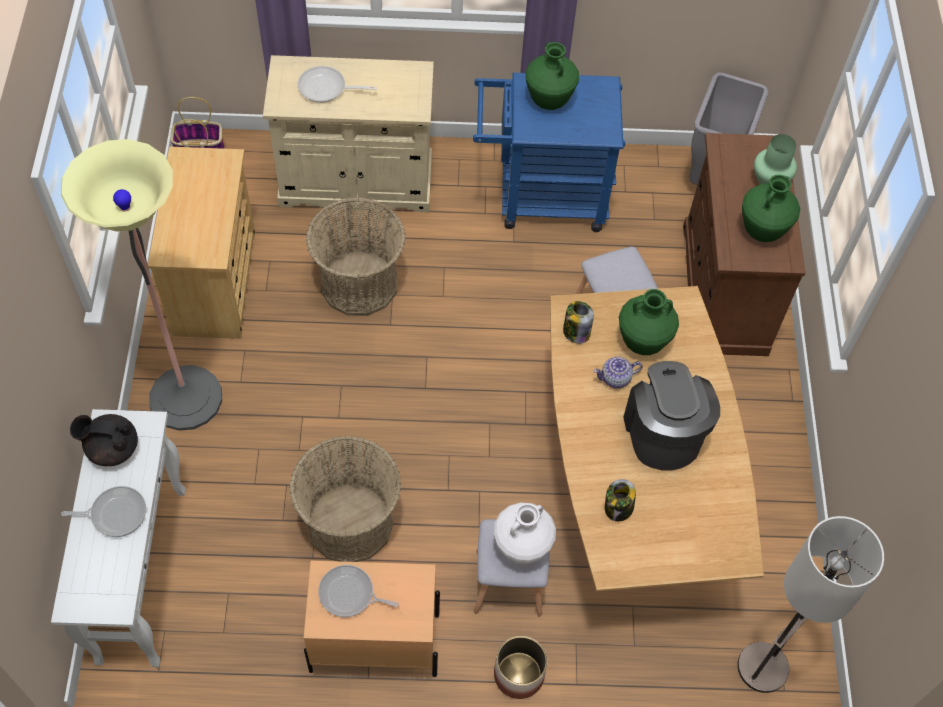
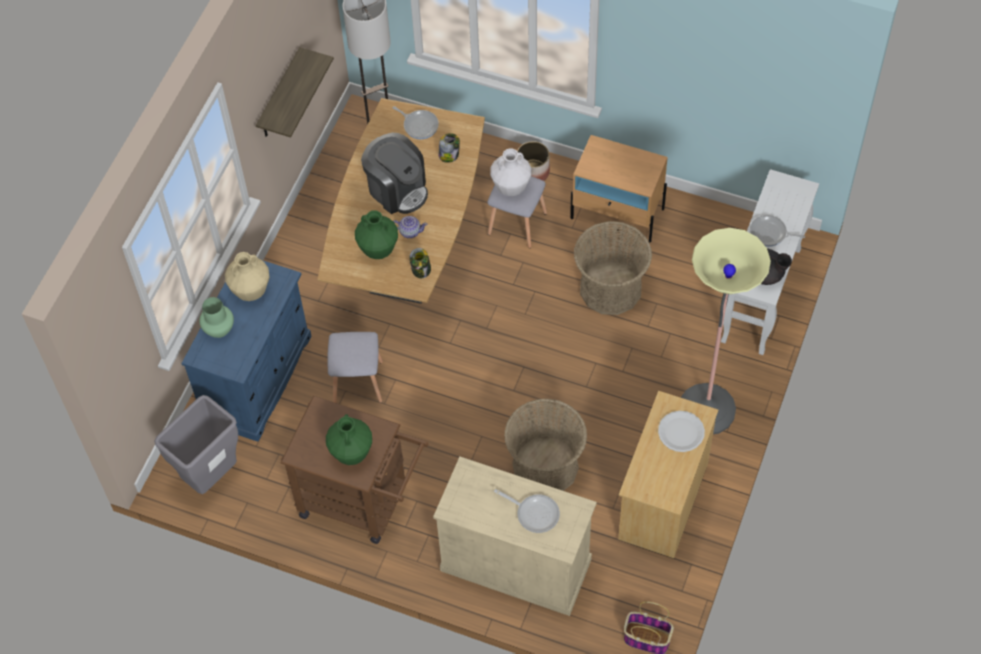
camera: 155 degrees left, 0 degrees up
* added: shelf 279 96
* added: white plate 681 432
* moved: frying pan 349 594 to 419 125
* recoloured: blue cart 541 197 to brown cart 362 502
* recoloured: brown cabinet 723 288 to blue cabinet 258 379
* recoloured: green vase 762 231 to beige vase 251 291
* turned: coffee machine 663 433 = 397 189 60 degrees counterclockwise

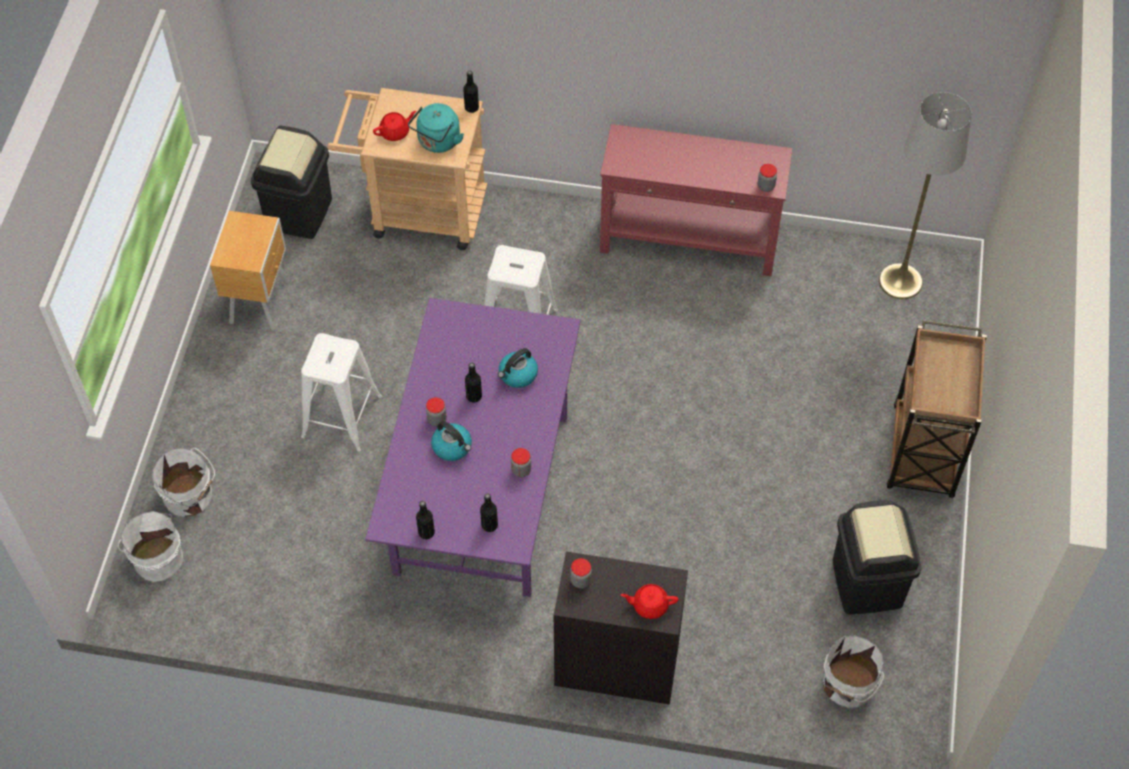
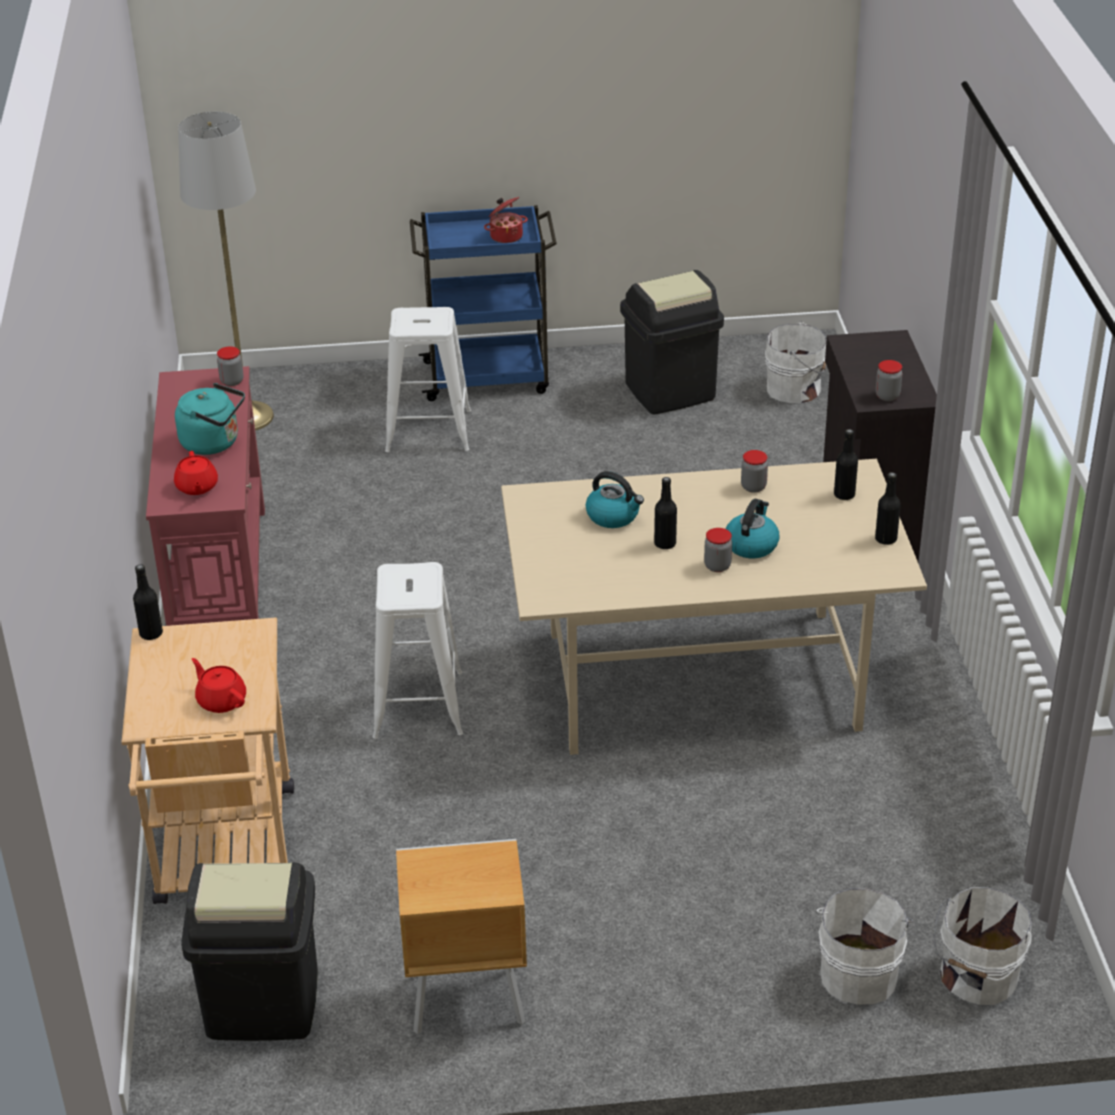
camera: 105 degrees left, 20 degrees down
* added: cooking pot 506 236
* moved: white stool 341 416 to 429 431
* moved: turquoise kettle 437 142 to 214 443
* moved: red teapot 649 605 to 196 487
* recoloured: purple dining table 481 492 to beige dining table 700 681
* recoloured: brown cart 922 454 to blue cart 488 377

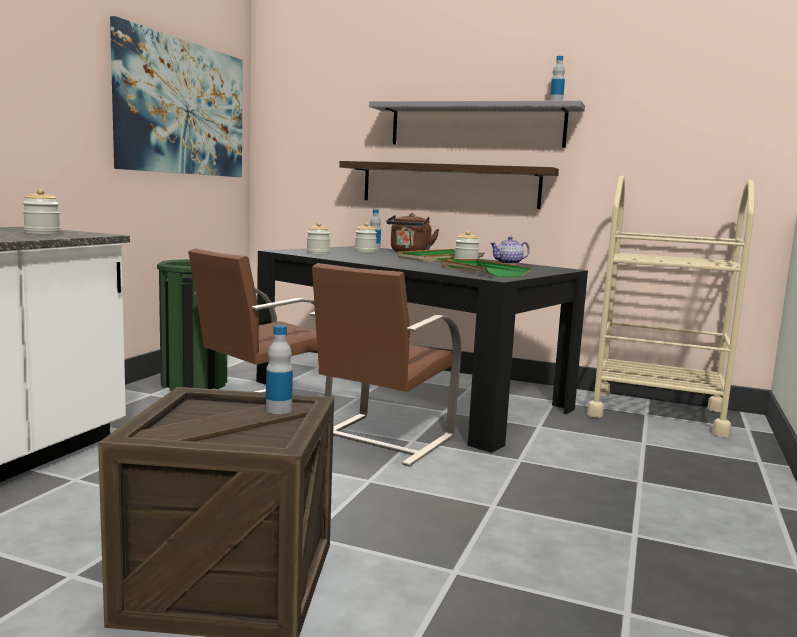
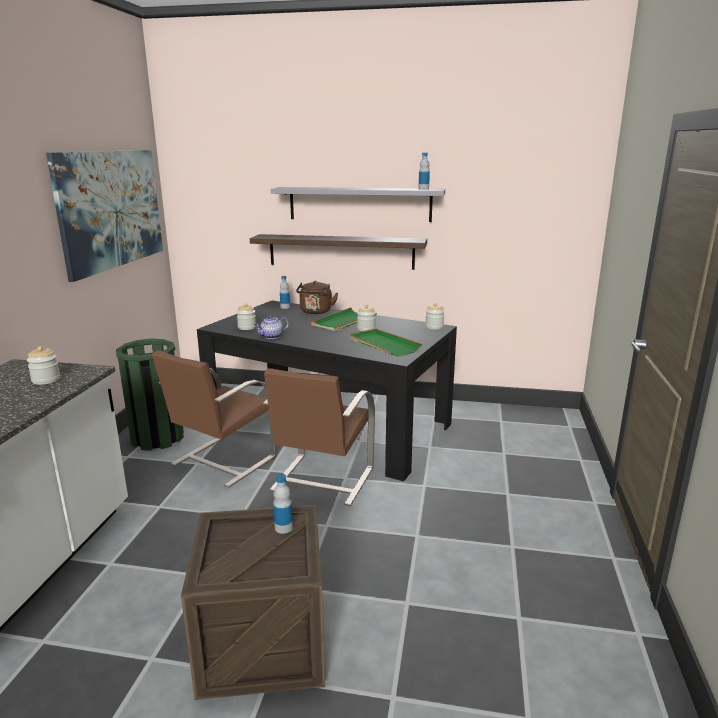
camera: 10 degrees left, 10 degrees up
* removed: beige cart 656 413
* moved: jar 365 252 to 434 327
* moved: teapot 508 263 to 272 336

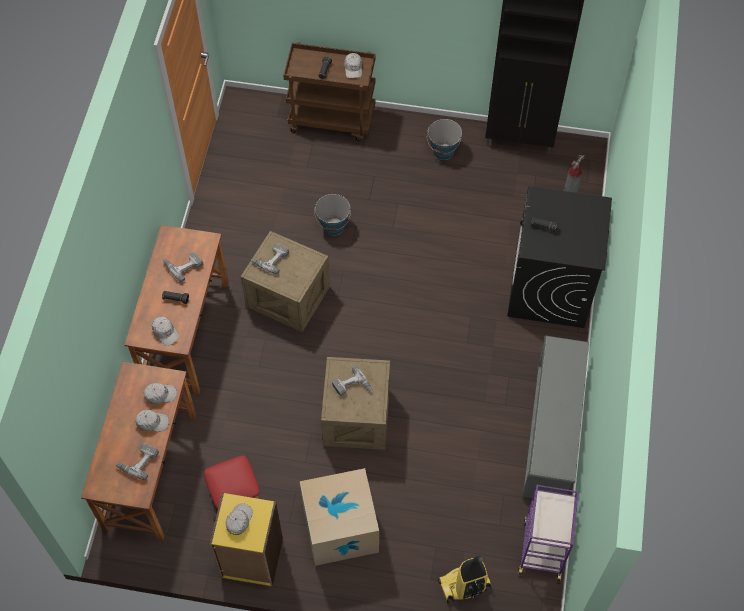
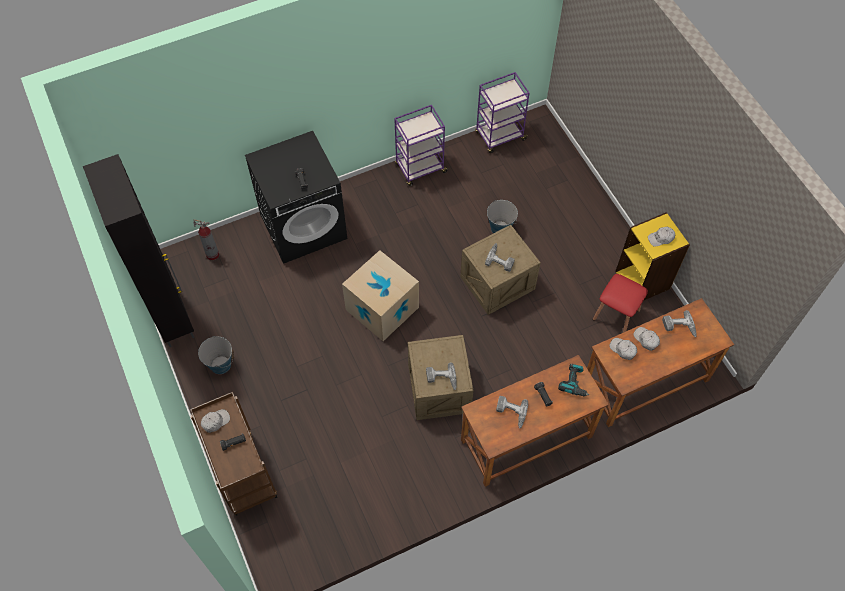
camera: 125 degrees left, 0 degrees up
* removed: vacuum cleaner 464 585
* moved: cardboard box 340 528 to 382 308
* moved: bucket 333 226 to 500 228
* replaced: white cap 165 332 to power drill 575 383
* replaced: grey shoe rack 551 436 to purple cart 420 169

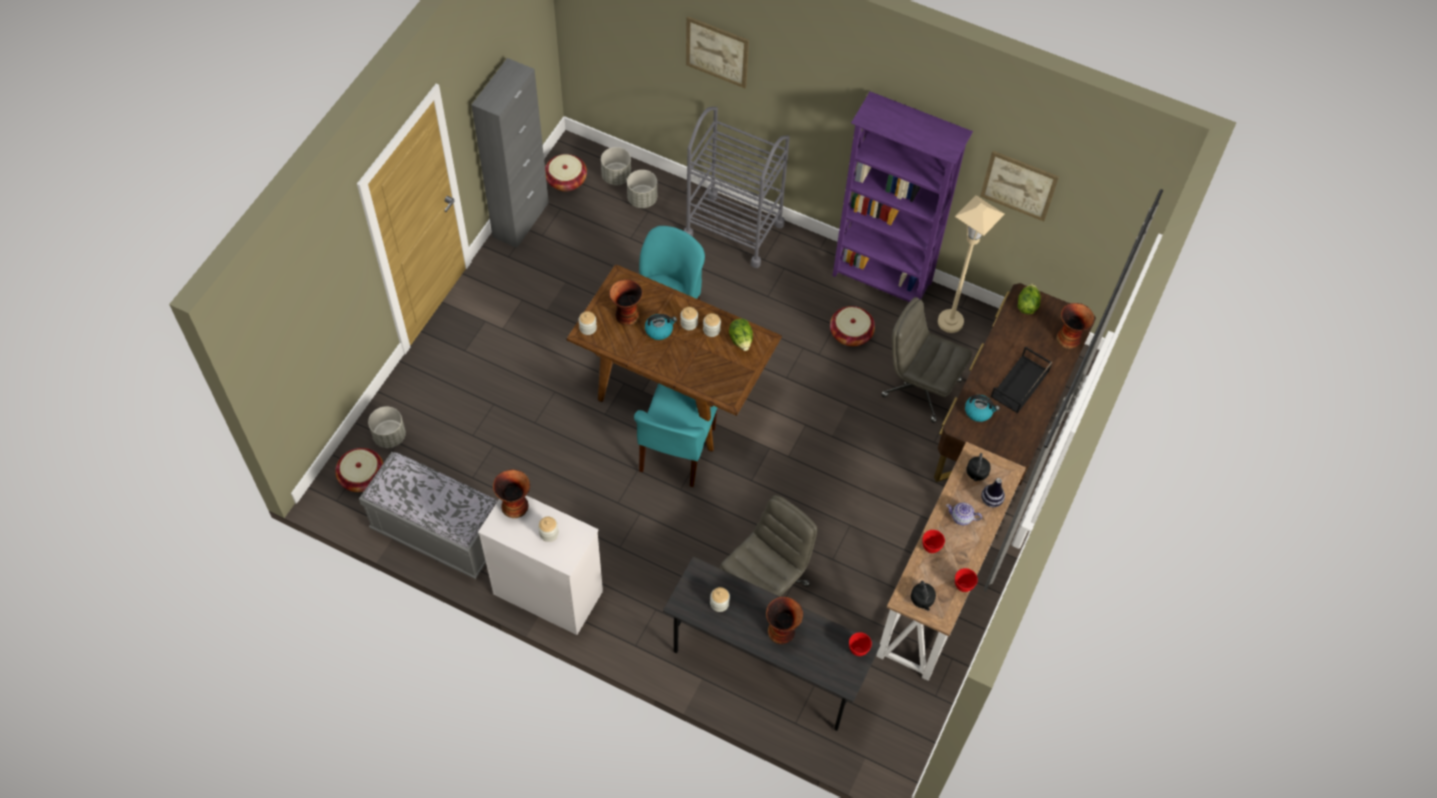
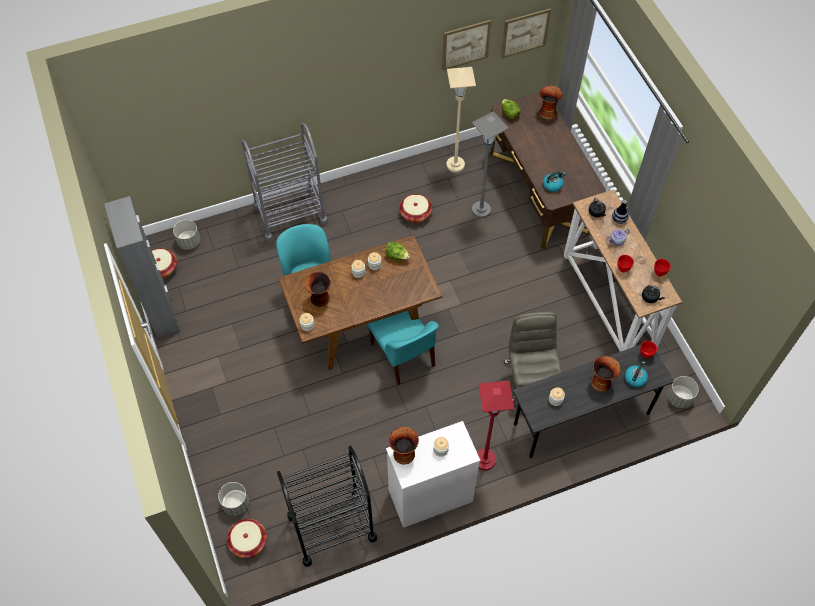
camera: 45 degrees left, 0 degrees up
* removed: purple bookcase 882 280
* removed: black tray 1020 385
* added: red floor lamp 484 460
* moved: grey planter 642 199 to 679 398
* moved: kettle 659 330 to 635 378
* moved: picture 717 51 to 525 33
* replaced: grey bench 438 533 to black cart 332 527
* replaced: grey office chair 920 387 to grey floor lamp 481 210

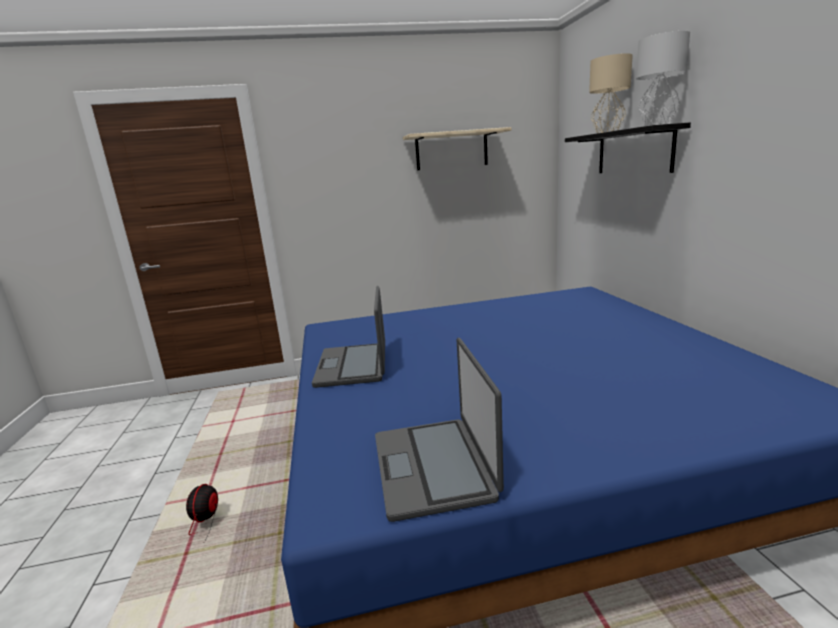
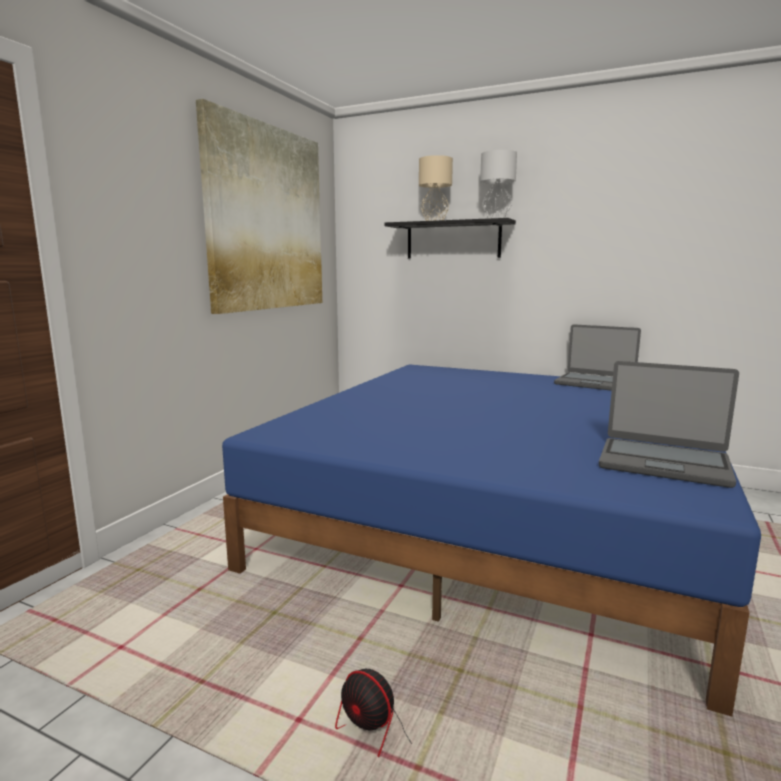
camera: 55 degrees left, 5 degrees down
* moved: laptop 353 366 to 595 383
* replaced: shelf 451 150 to picture 266 219

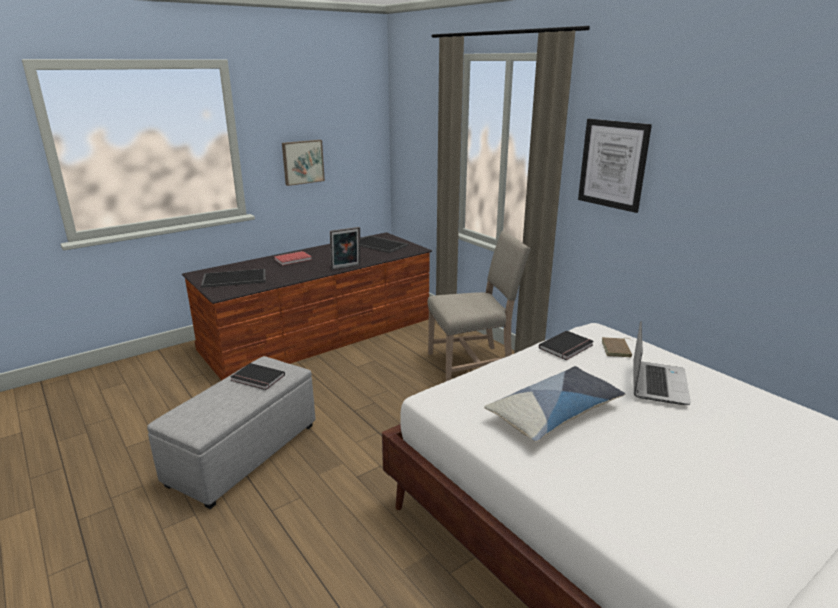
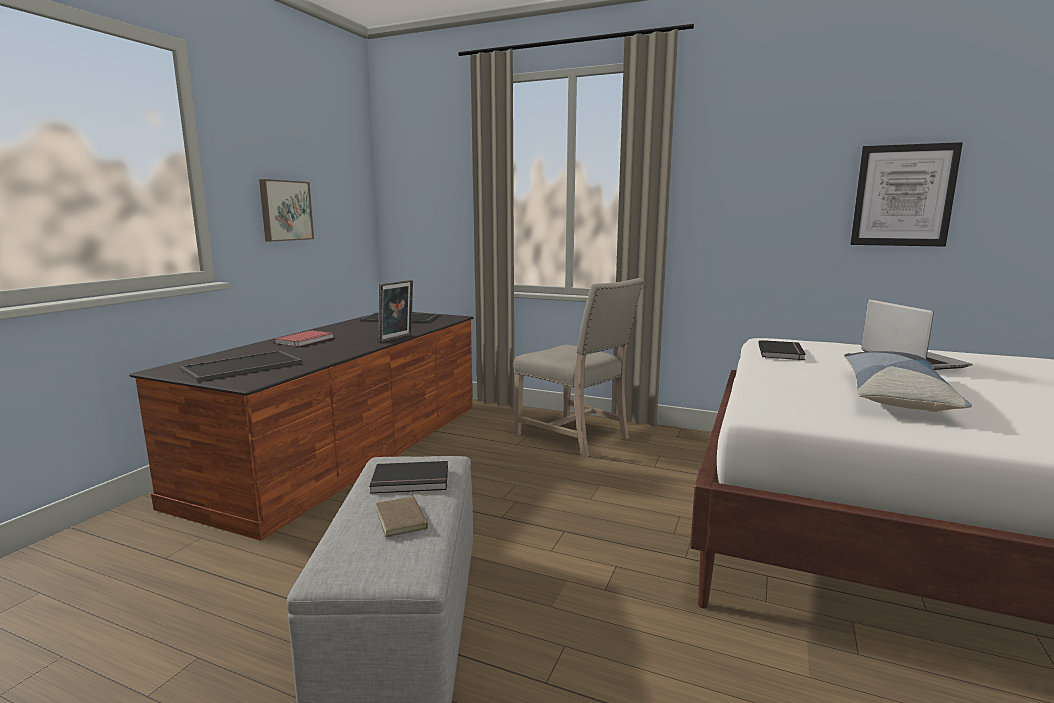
camera: 30 degrees left, 10 degrees down
* moved: picture 613 164 to 903 196
* moved: brown book 617 349 to 403 519
* turned: beige chair 473 363 = 575 436 90 degrees clockwise

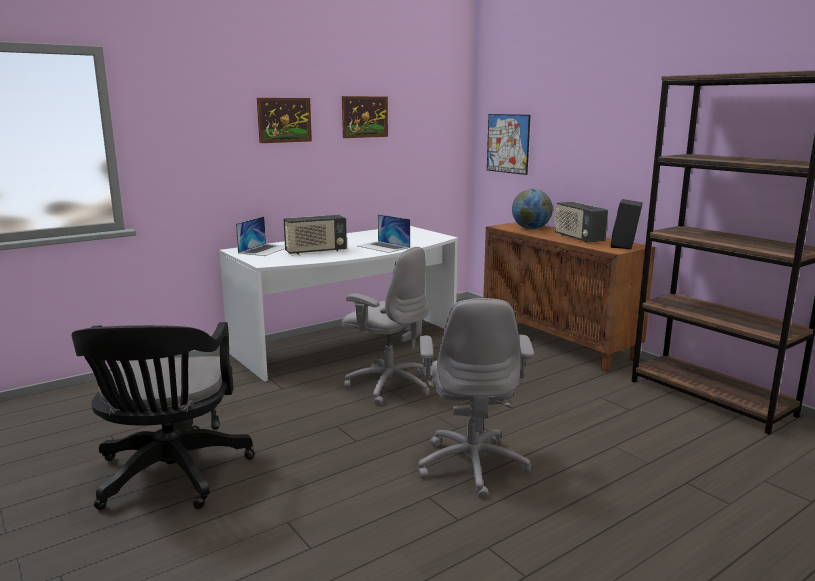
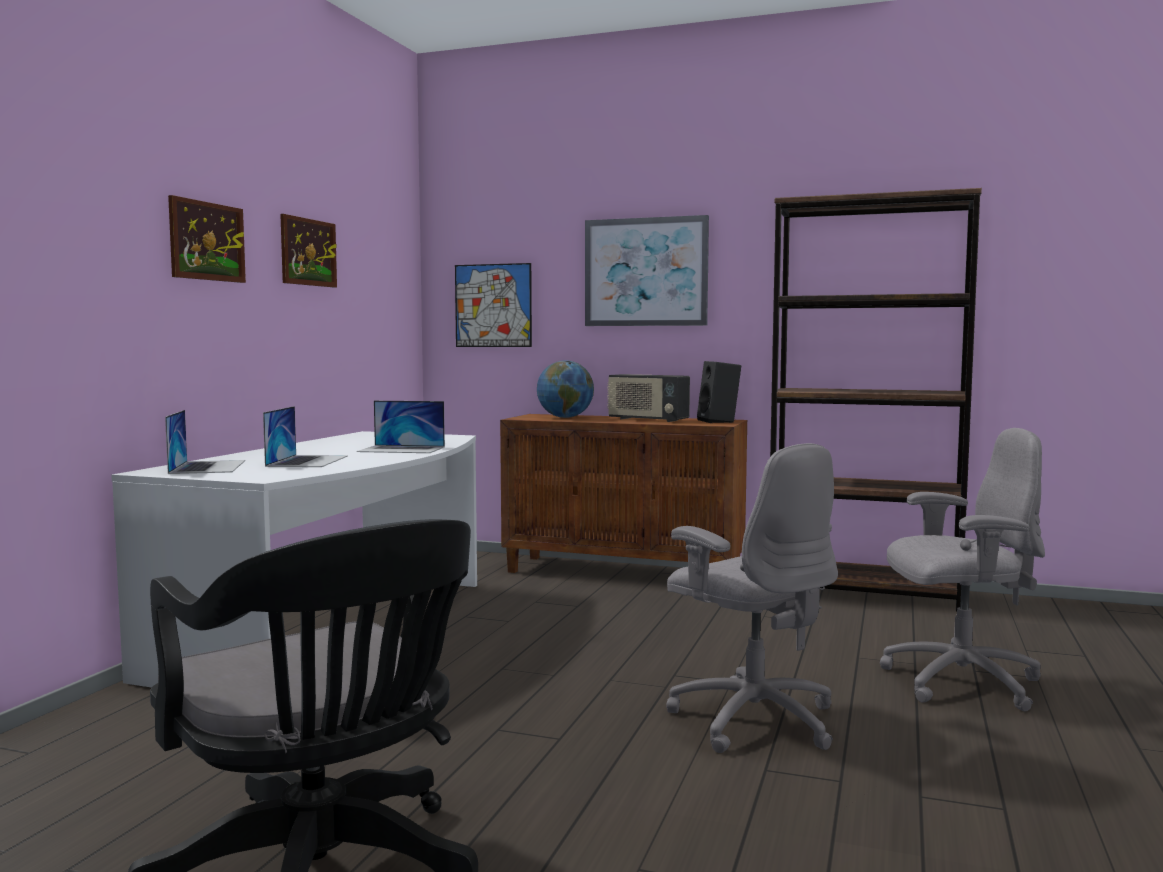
camera: 35 degrees left, 10 degrees down
* added: picture 646 272
* moved: grey office chair 388 385 to 959 682
* replaced: radio 315 251 to laptop 307 461

